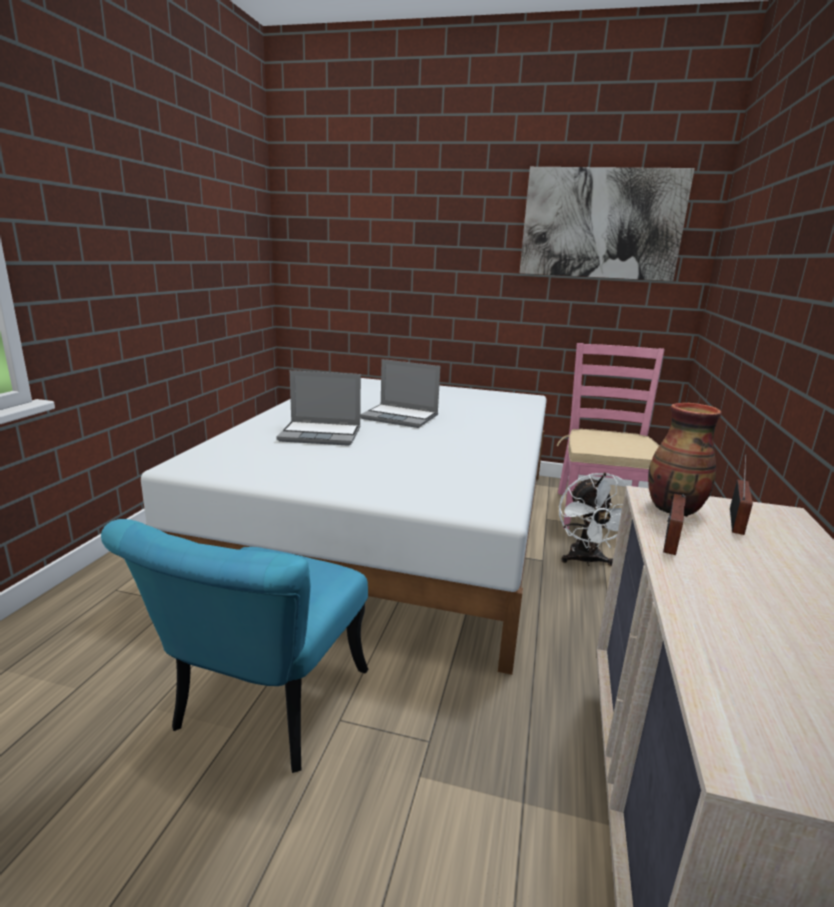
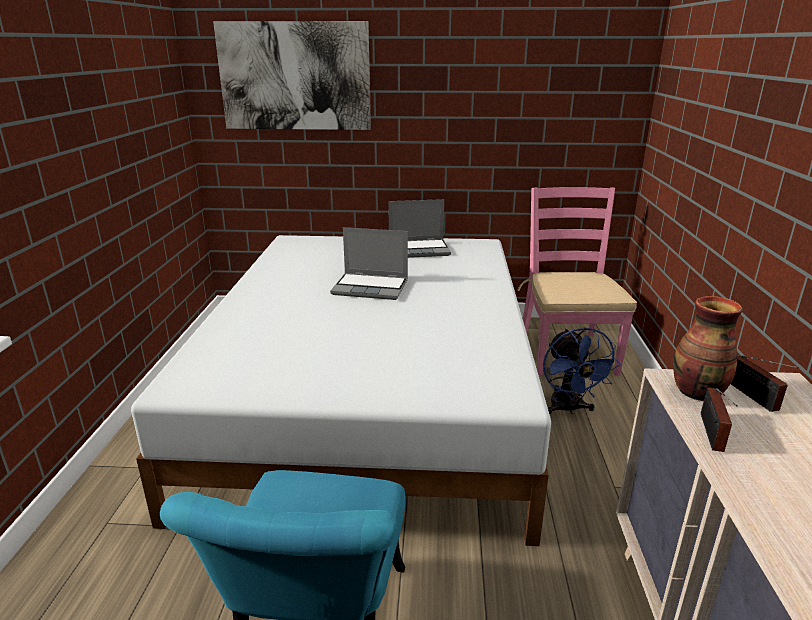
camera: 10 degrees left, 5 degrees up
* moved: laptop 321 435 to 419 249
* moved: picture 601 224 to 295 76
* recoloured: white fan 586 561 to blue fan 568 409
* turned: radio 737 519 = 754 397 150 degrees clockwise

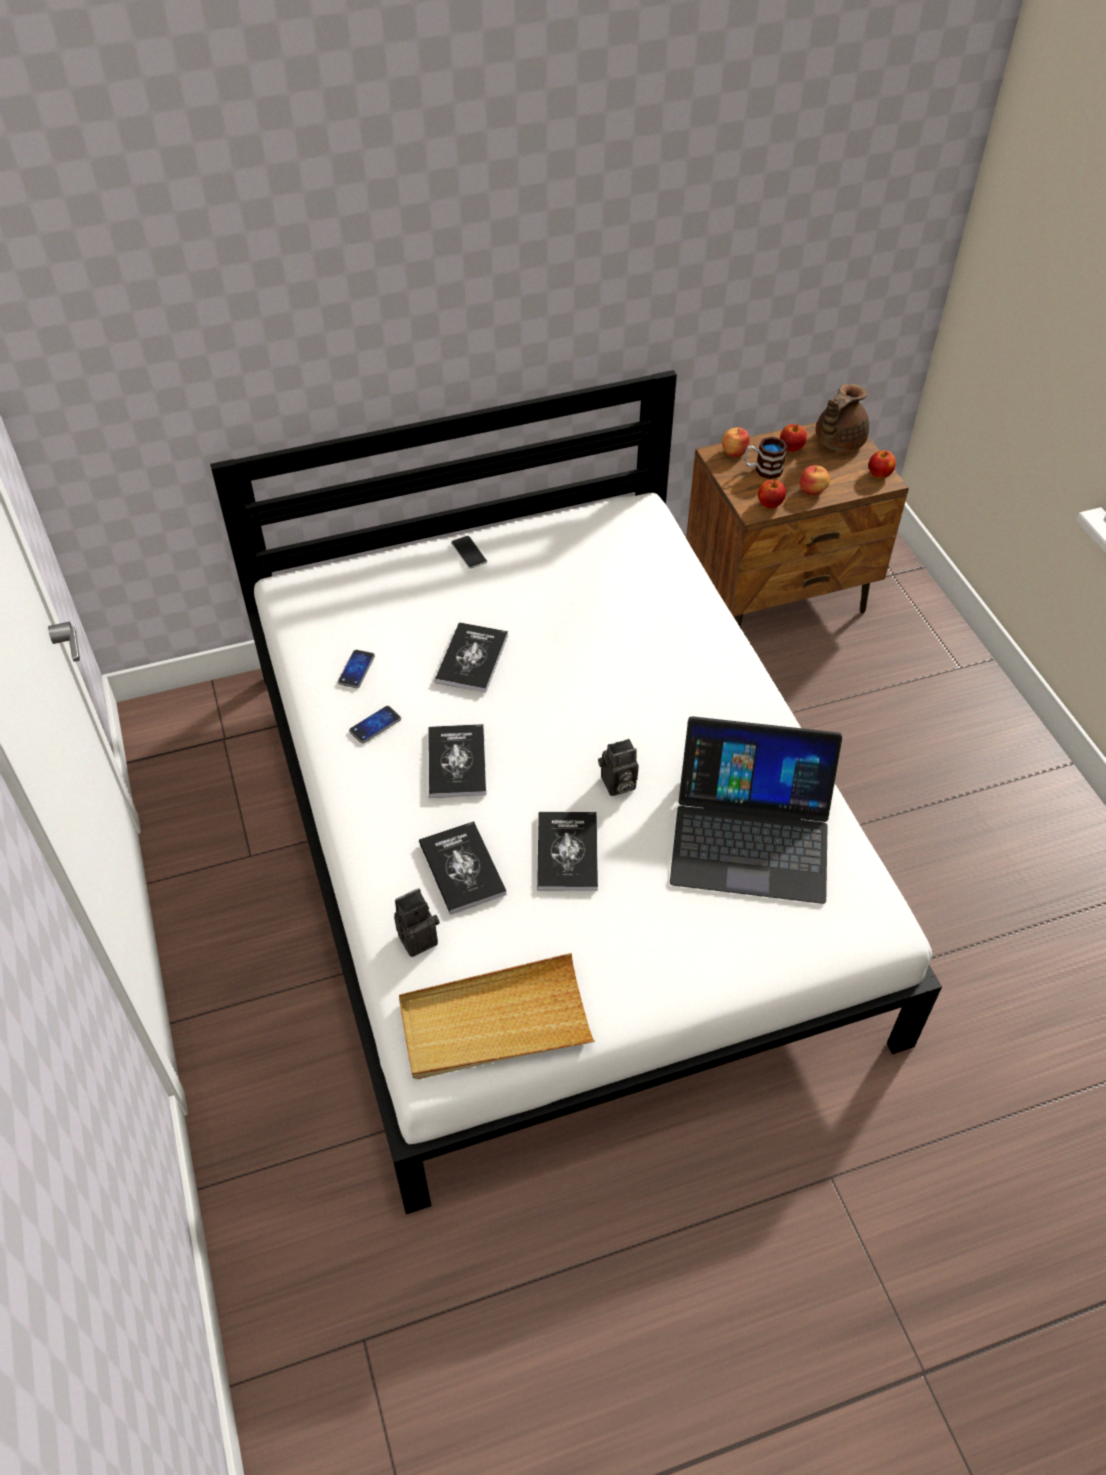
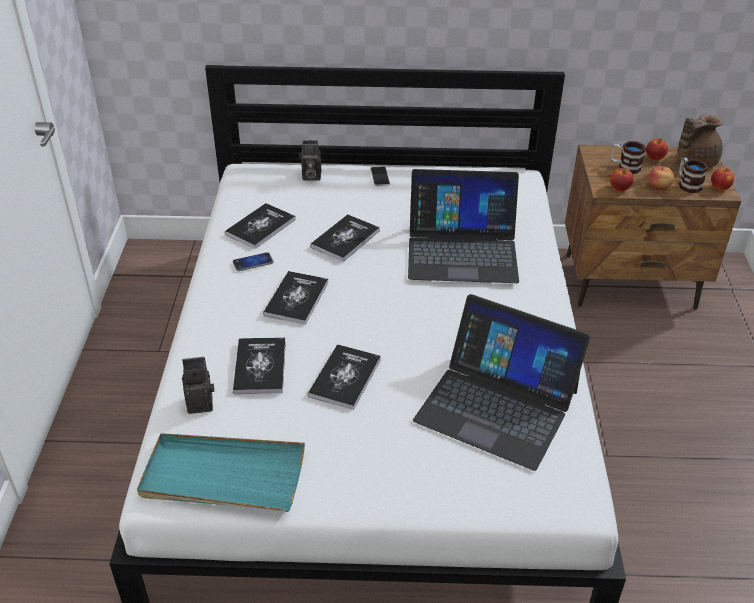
camera: 20 degrees right, 10 degrees down
* removed: apple 734 452
* added: laptop 462 250
* added: mug 687 184
* moved: photo camera 617 785 to 310 176
* replaced: phone 356 669 to book 260 227
* recoloured: beige tray 494 1022 to turquoise tray 222 476

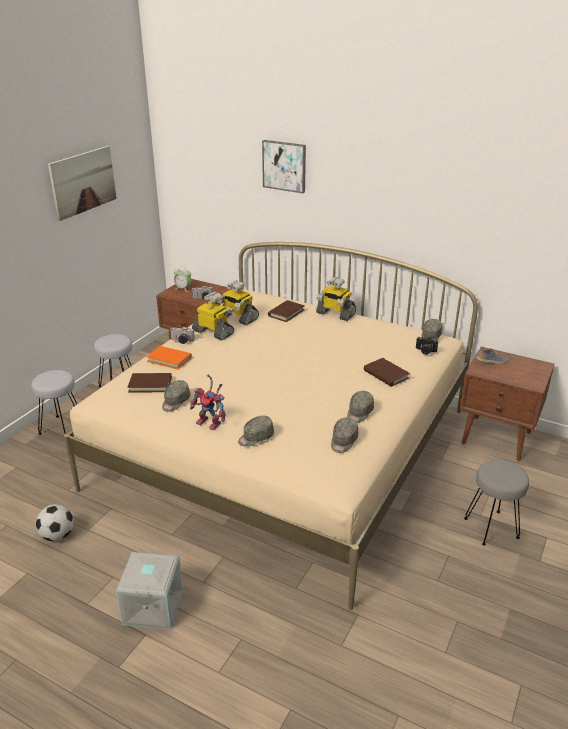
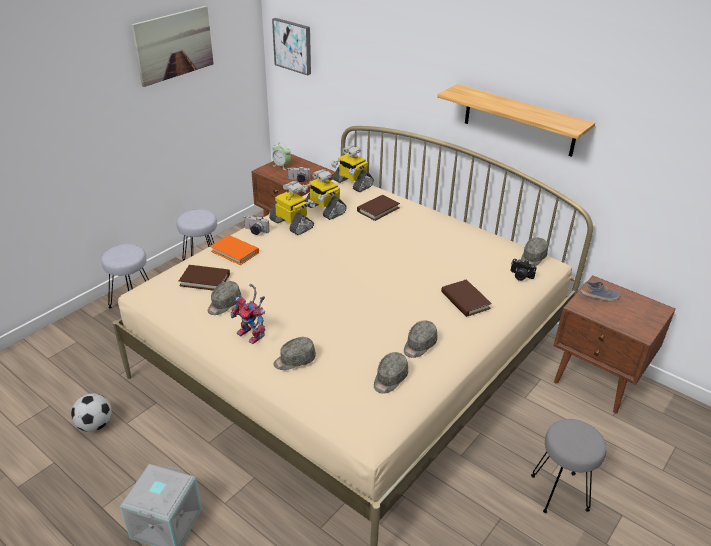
camera: 10 degrees right, 5 degrees up
* added: shelf 519 120
* moved: picture 284 166 to 293 46
* moved: toy robot 335 314 to 352 183

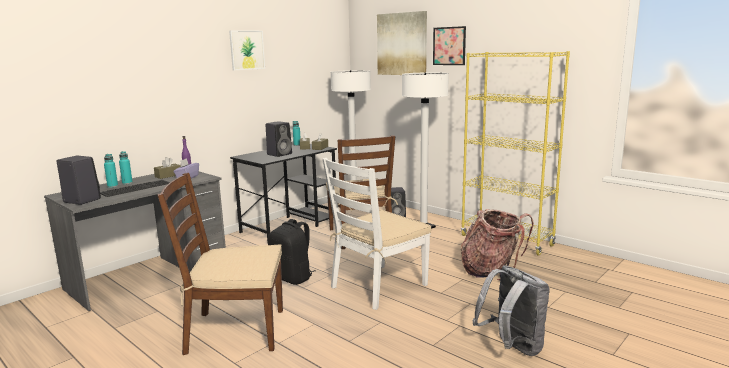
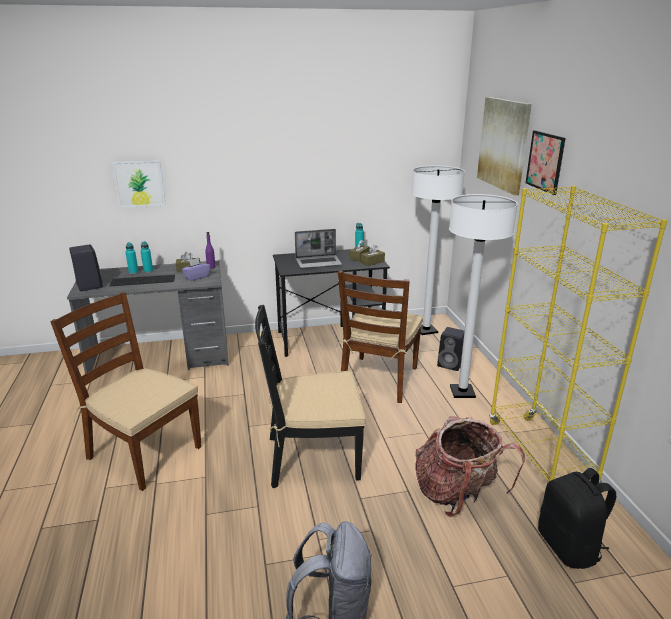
camera: 35 degrees right, 10 degrees up
* moved: picture 247 50 to 139 183
* moved: black backpack 292 278 to 569 547
* replaced: black speaker 280 154 to laptop 319 262
* recoloured: white chair 378 286 to black chair 312 458

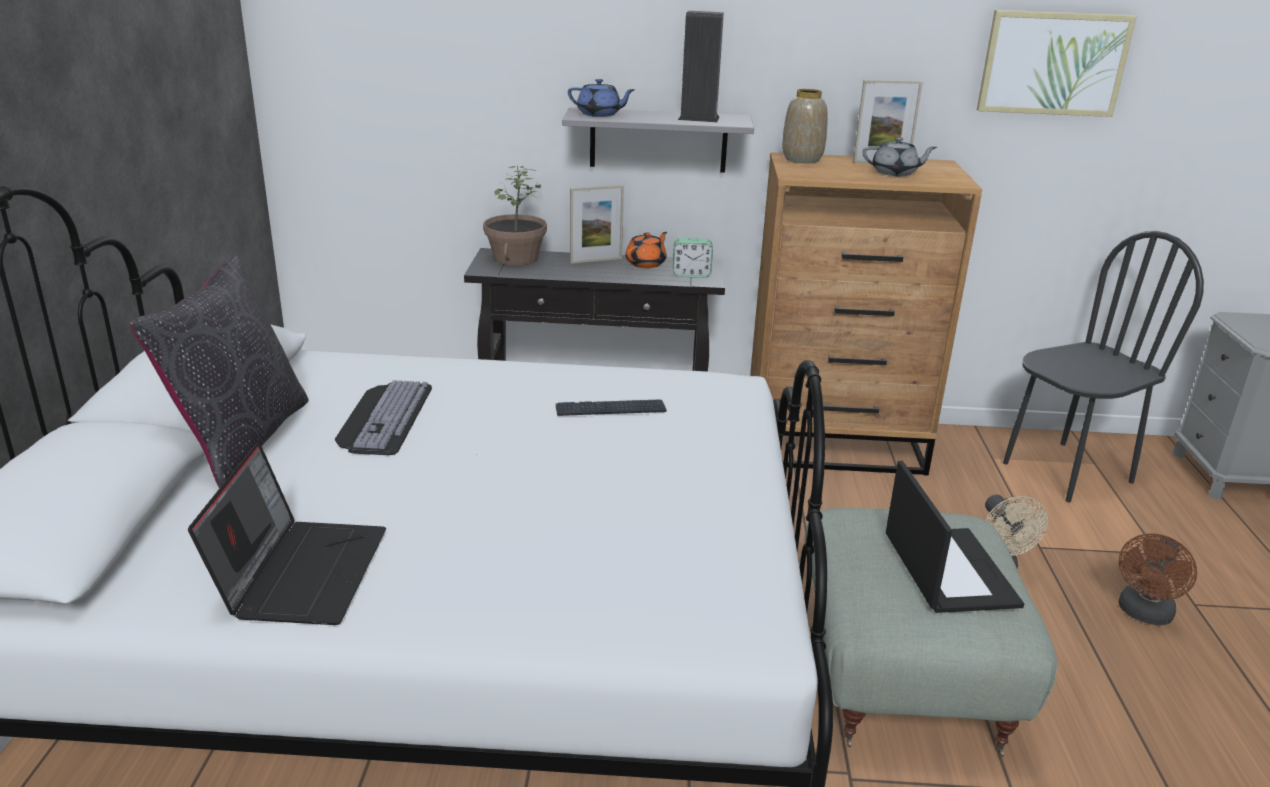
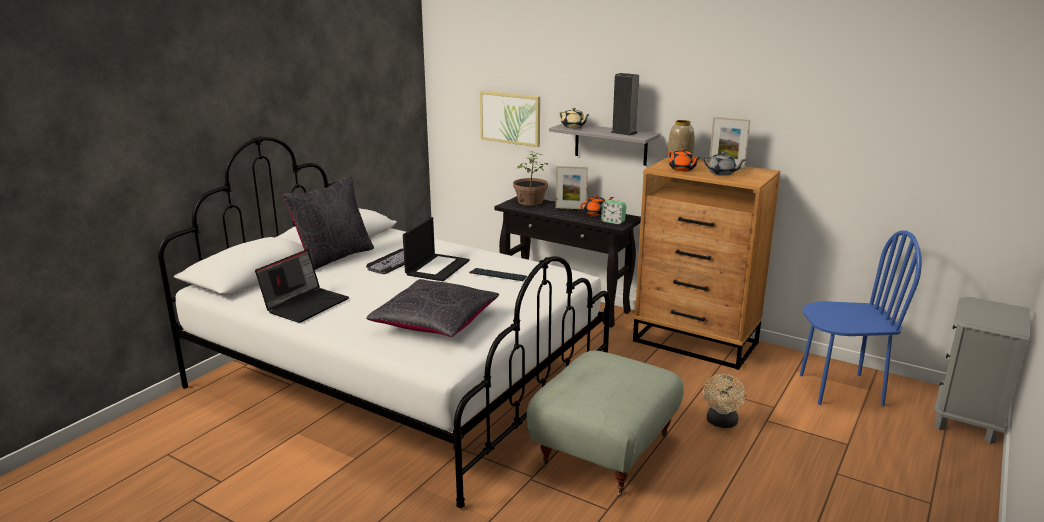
camera: 30 degrees right, 5 degrees down
* removed: brown fan 1143 614
* added: black pillow 435 322
* added: orange teapot 682 169
* moved: laptop 947 569 to 437 267
* moved: picture 1053 63 to 510 118
* recoloured: blue teapot 599 114 to beige teapot 573 127
* recoloured: black chair 1066 472 to blue chair 840 389

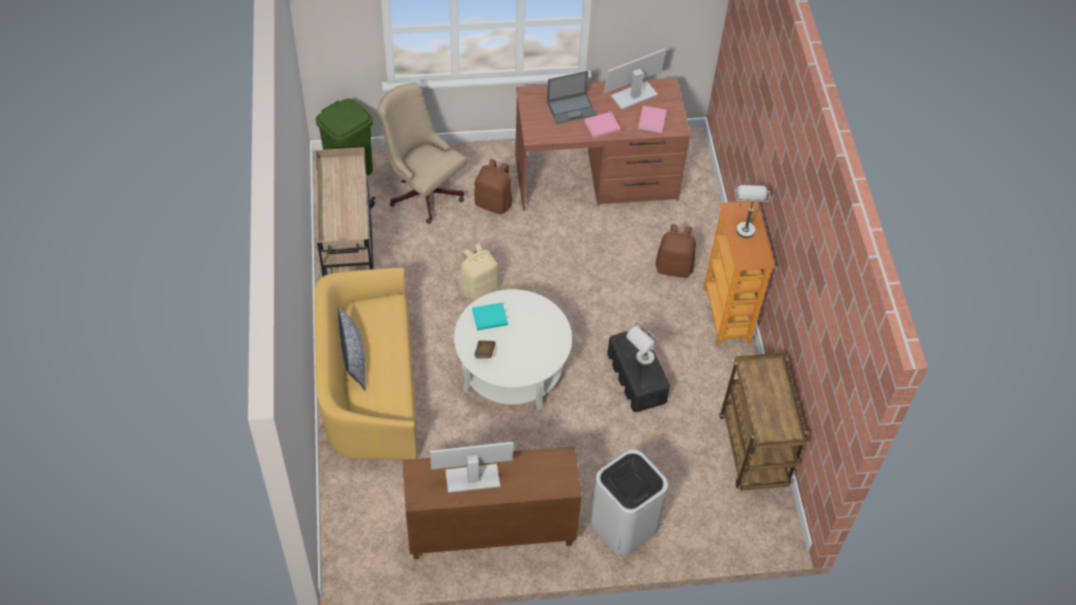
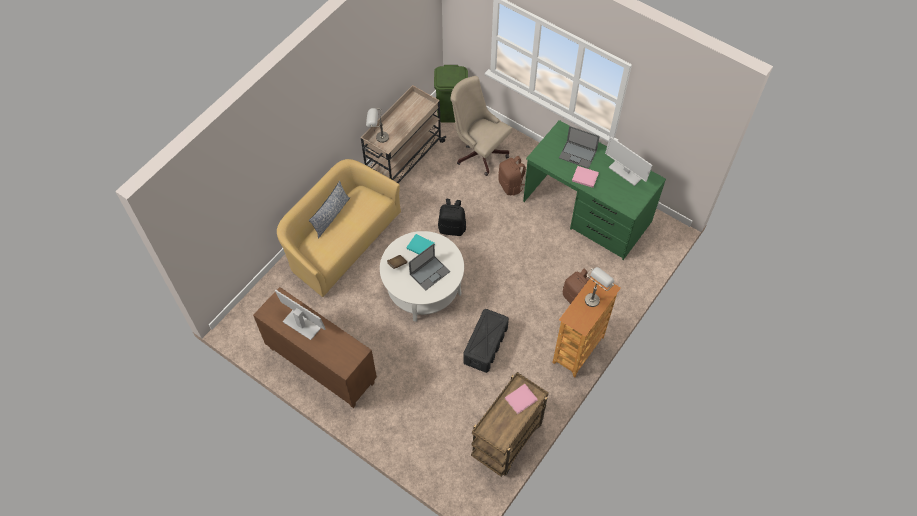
camera: 45 degrees right, 5 degrees up
* removed: white trash can 623 525
* added: laptop 430 273
* moved: grey table lamp 640 362 to 378 138
* moved: pink book 652 119 to 521 398
* recoloured: beige backpack 478 287 to black backpack 452 228
* recoloured: brown desk 596 178 to green desk 587 212
* turned: beige office chair 423 191 = 479 151 45 degrees counterclockwise
* turned: monitor 634 95 = 625 172 150 degrees counterclockwise

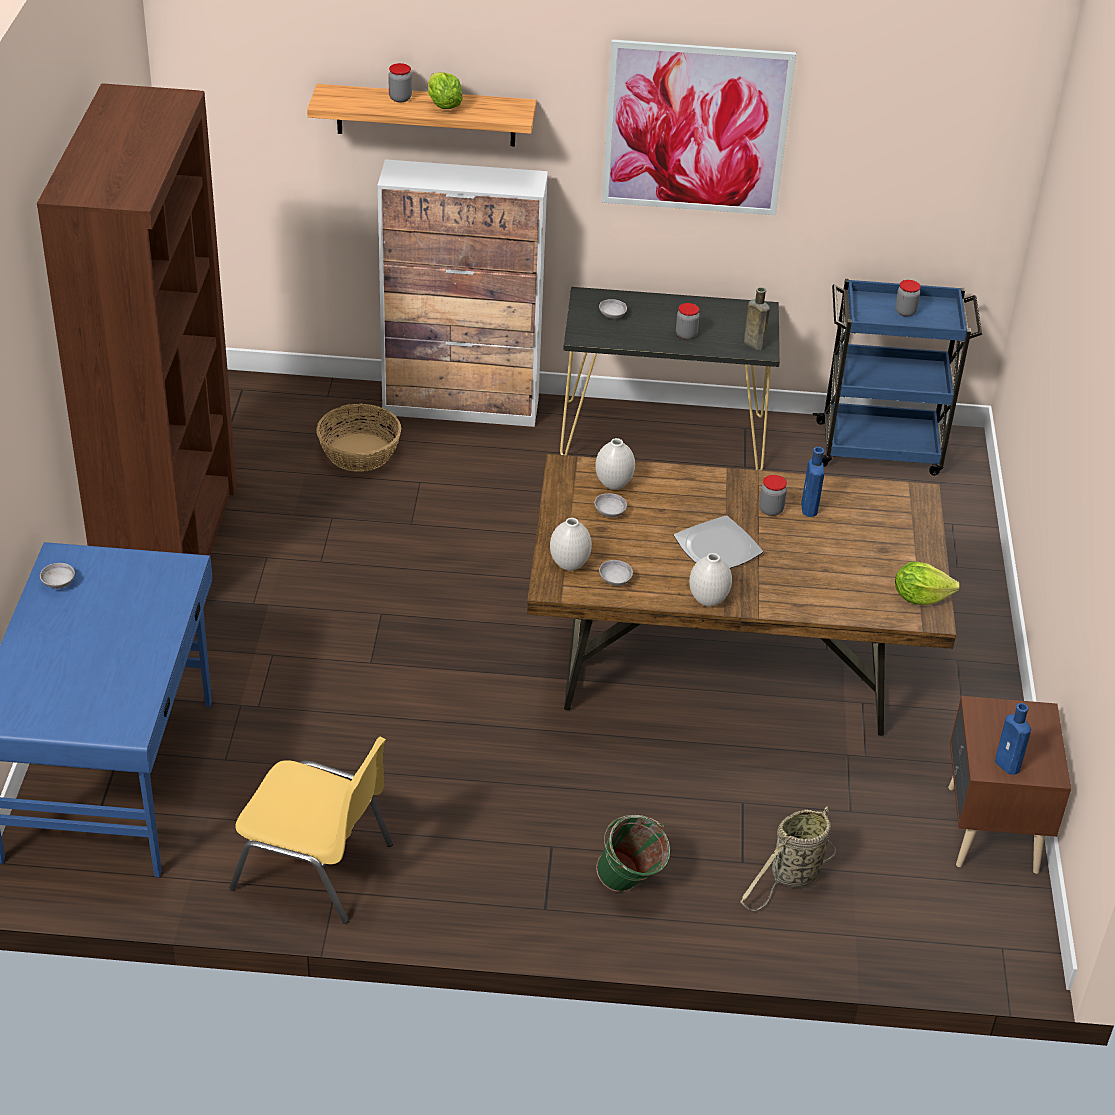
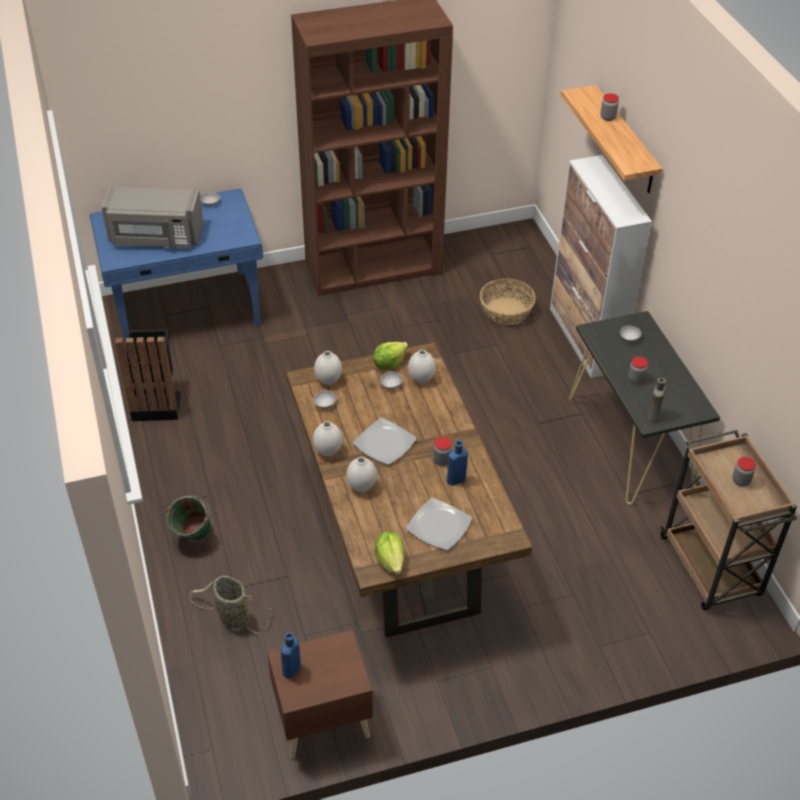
camera: 70 degrees right, 5 degrees up
* removed: picture 696 128
* added: grey microwave 156 237
* added: white vase 362 486
* added: plate 439 526
* moved: lettuce 443 105 to 389 363
* replaced: yellow chair 315 866 to black trash can 156 404
* recoloured: blue cart 881 448 to brown cart 711 568

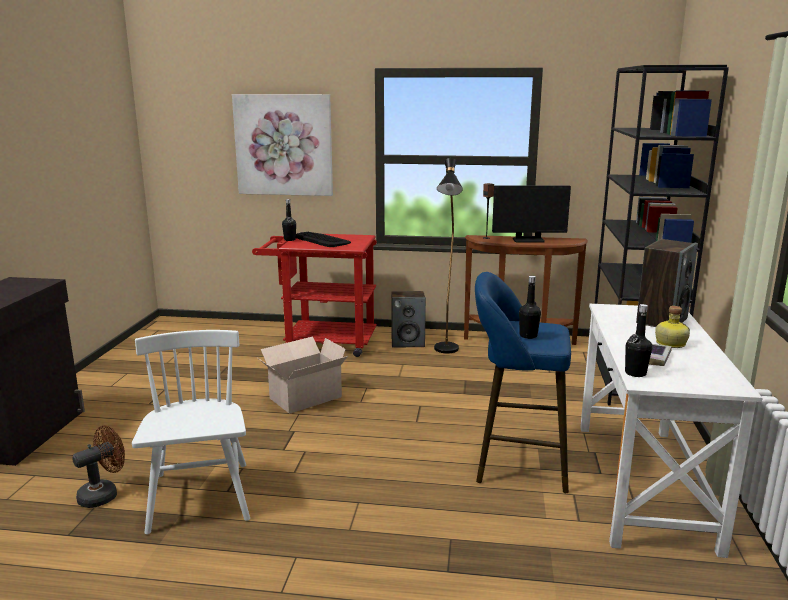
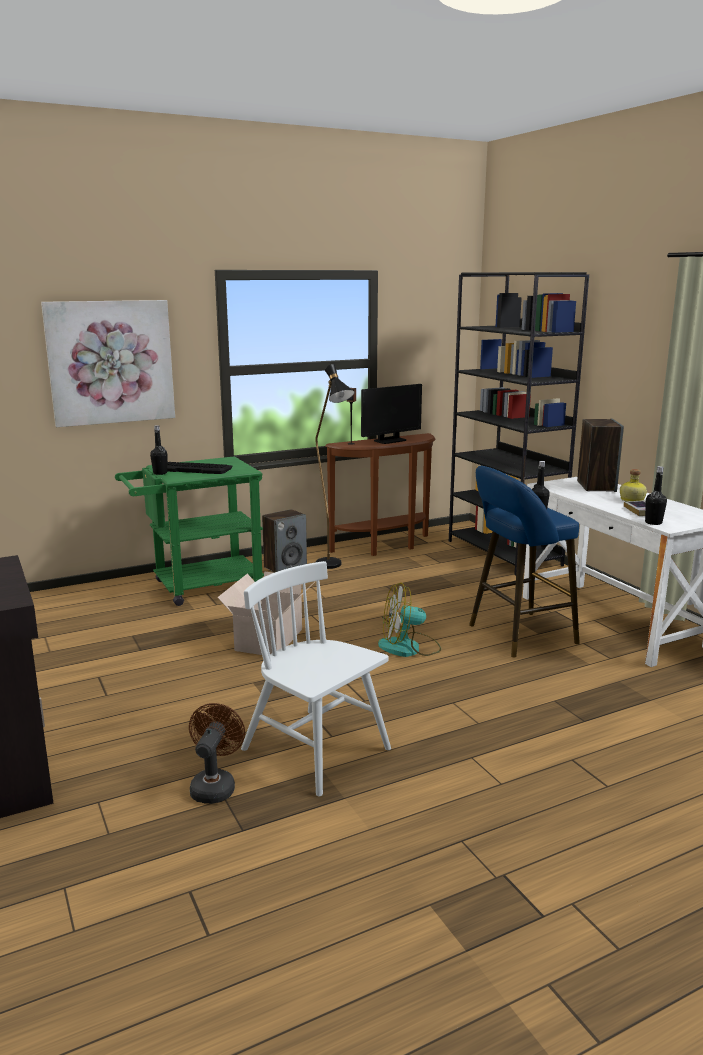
camera: 35 degrees left, 0 degrees up
* added: fan 409 648
* recoloured: red cart 321 342 to green cart 198 587

